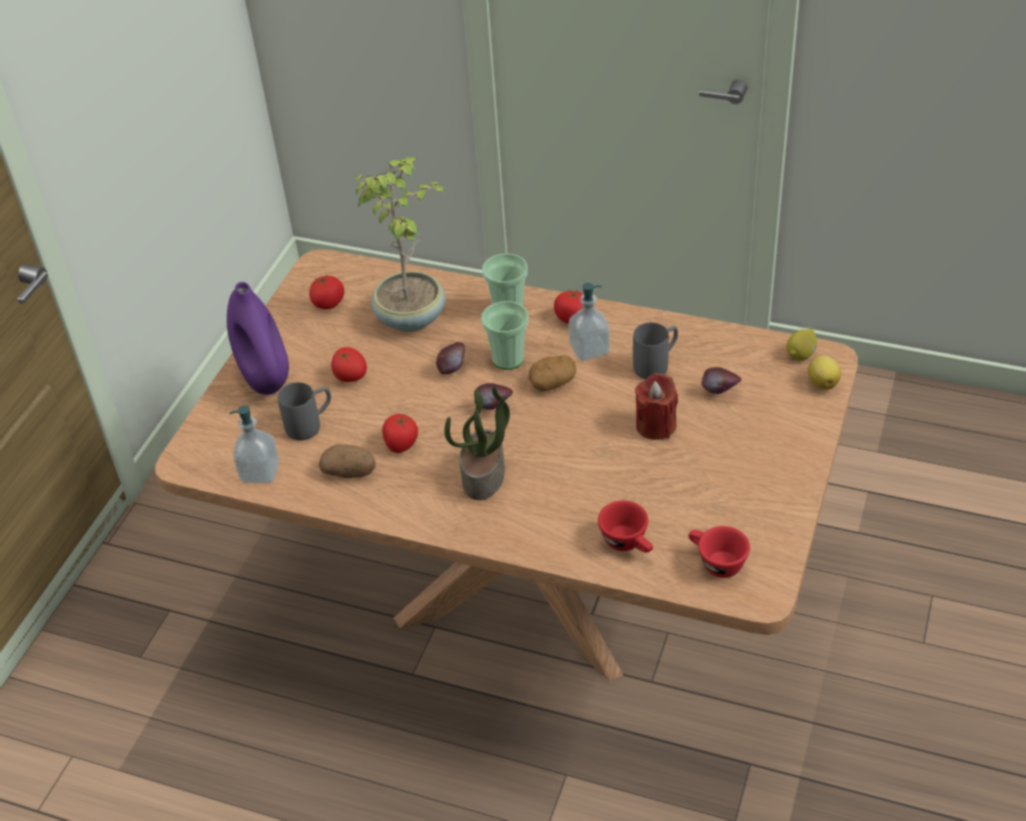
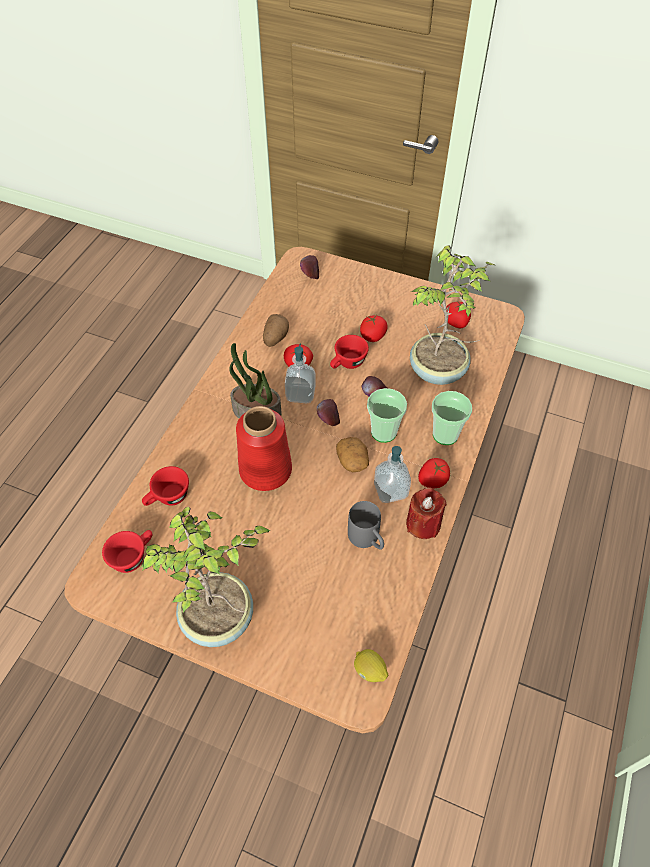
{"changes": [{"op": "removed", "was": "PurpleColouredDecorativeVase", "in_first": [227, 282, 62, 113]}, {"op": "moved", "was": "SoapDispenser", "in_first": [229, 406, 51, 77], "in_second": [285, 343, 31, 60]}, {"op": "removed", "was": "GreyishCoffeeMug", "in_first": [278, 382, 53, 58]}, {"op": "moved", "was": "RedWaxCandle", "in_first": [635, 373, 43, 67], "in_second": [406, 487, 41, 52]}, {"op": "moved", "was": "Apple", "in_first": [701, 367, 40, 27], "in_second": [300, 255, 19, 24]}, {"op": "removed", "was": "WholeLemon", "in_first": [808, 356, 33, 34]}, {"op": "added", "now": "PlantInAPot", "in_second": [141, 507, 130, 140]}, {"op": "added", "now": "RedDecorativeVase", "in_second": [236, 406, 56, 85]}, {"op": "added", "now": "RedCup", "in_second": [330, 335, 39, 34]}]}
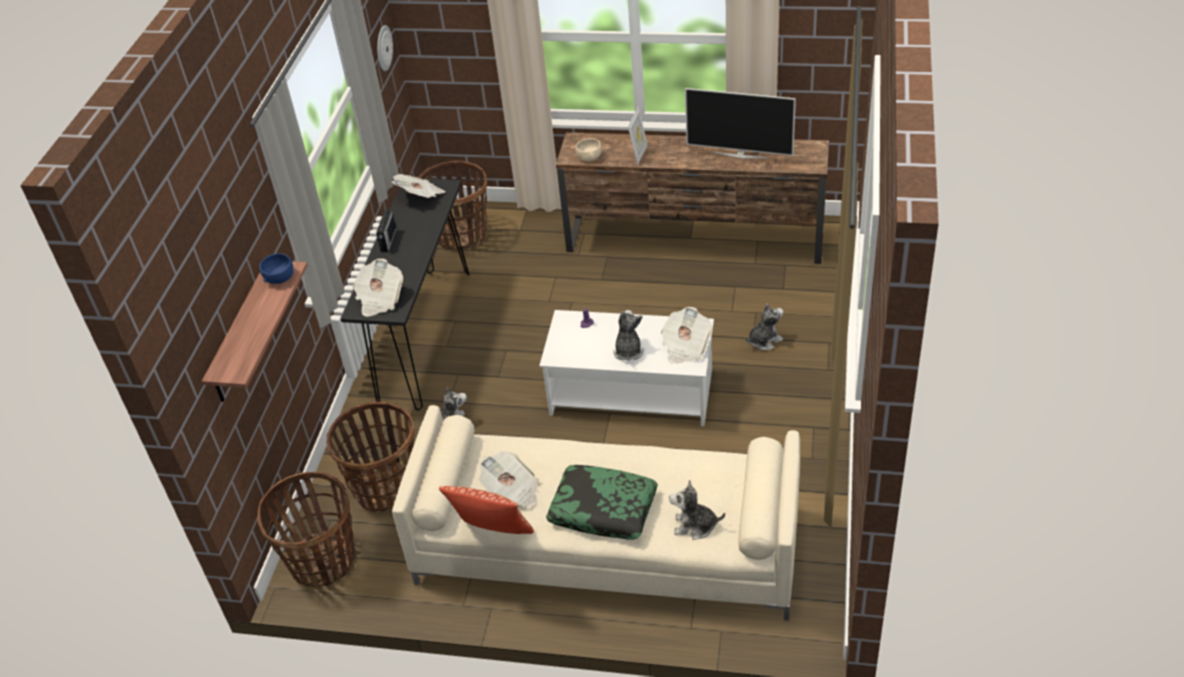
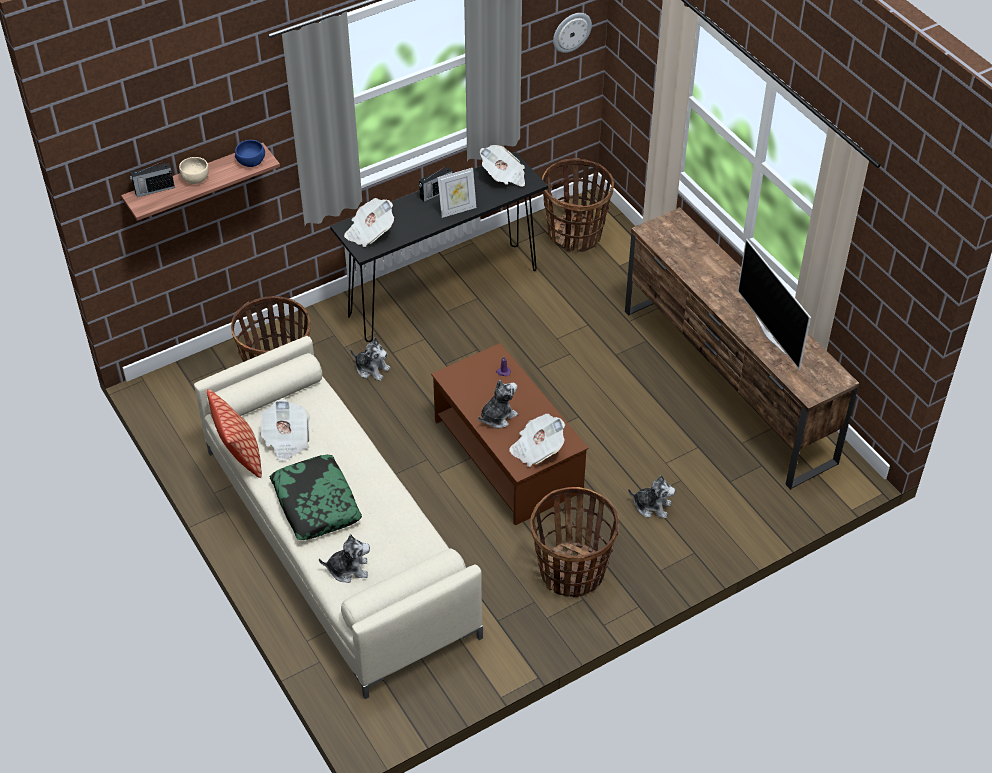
{"changes": [{"op": "moved", "was": "HouseholdBasket", "in_first": [257, 472, 98, 117], "in_second": [530, 487, 89, 110]}, {"op": "recoloured", "was": "WhitishLoungeTable", "now": "BrownishLoungeTable", "in_first": [539, 310, 175, 116], "in_second": [431, 343, 157, 182]}, {"op": "moved", "was": "SandColouredDeepDish", "in_first": [575, 138, 27, 24], "in_second": [179, 157, 30, 27]}, {"op": "moved", "was": "StandingFrame", "in_first": [628, 107, 20, 58], "in_second": [438, 168, 38, 50]}, {"op": "turned", "was": "SoftToy", "in_first": [669, 480, 56, 60], "in_second": [319, 534, 51, 49], "clockwise": 120}, {"op": "added", "now": "Radio", "in_second": [130, 161, 45, 36]}]}
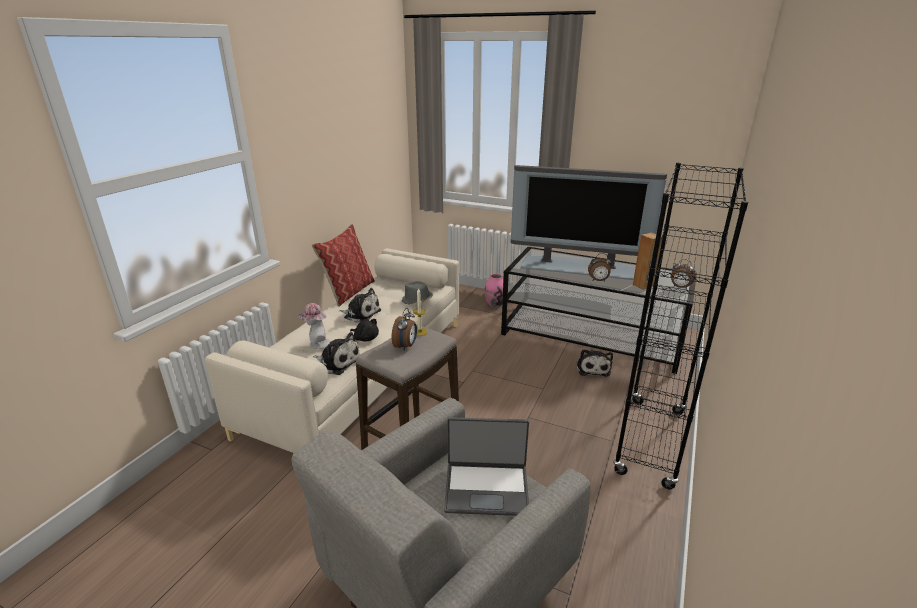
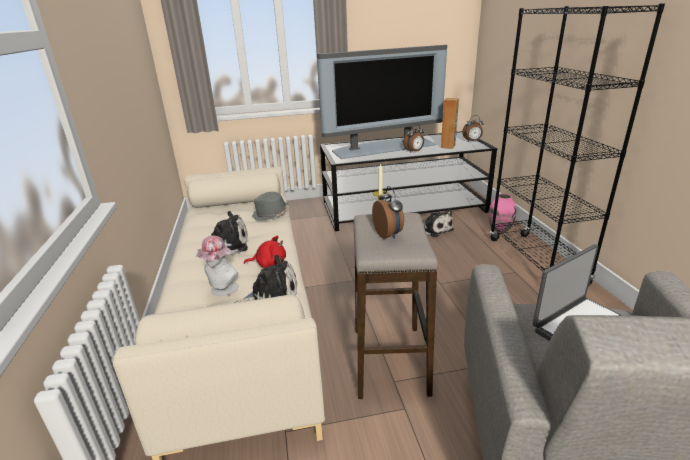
{"changes": [{"op": "removed", "was": "Cushion", "in_first": [312, 224, 63, 83]}, {"op": "recoloured", "was": "BlackSoftToy", "now": "RedSoftToy", "in_first": [350, 319, 29, 23], "in_second": [244, 235, 42, 33]}, {"op": "moved", "was": "PinkDecorativeVase", "in_first": [484, 274, 19, 34], "in_second": [488, 194, 28, 38]}]}
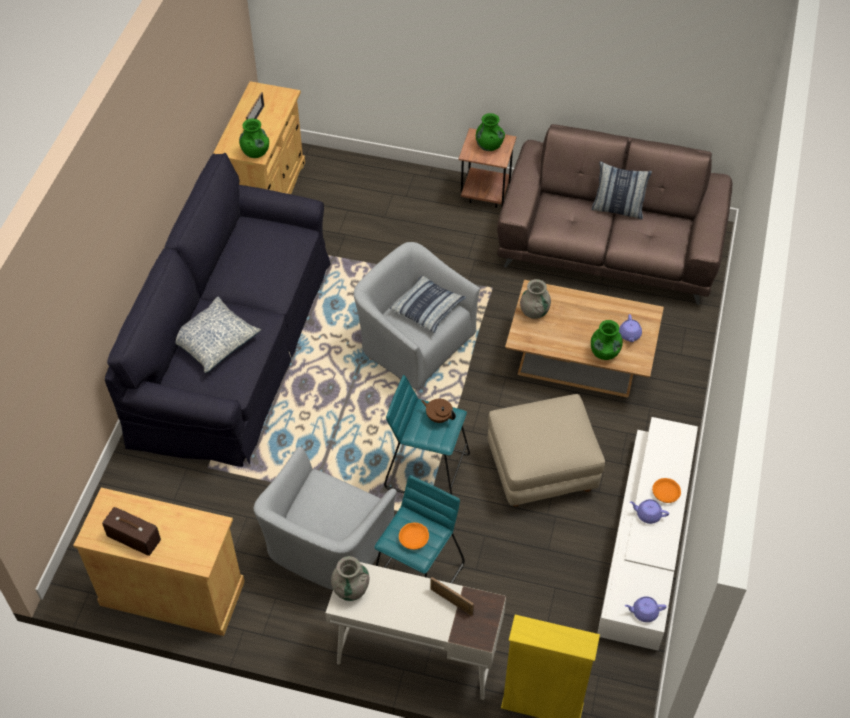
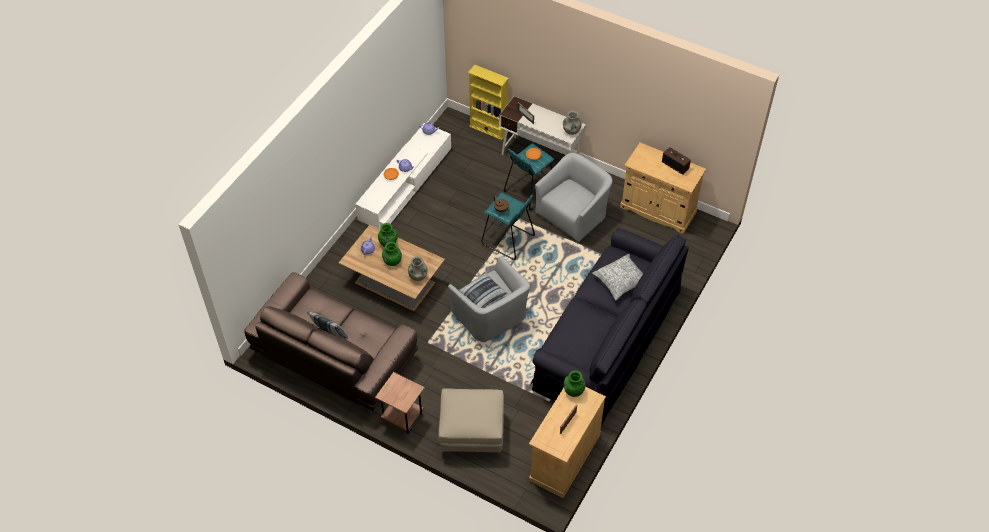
{"changes": [{"op": "moved", "was": "GreenDecorativeVase", "in_first": [476, 113, 29, 38], "in_second": [382, 242, 20, 24]}, {"op": "moved", "was": "SandColouredFootrest", "in_first": [488, 394, 117, 113], "in_second": [438, 389, 66, 64]}]}
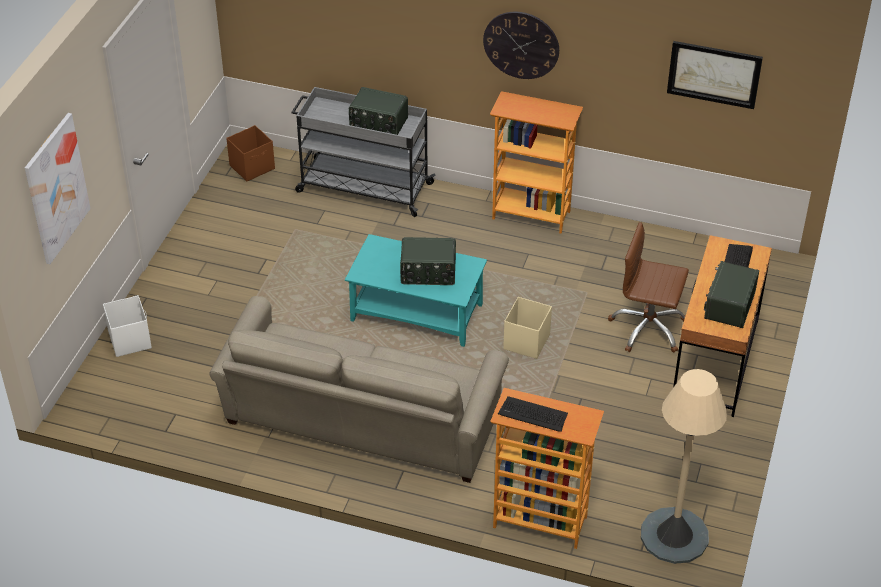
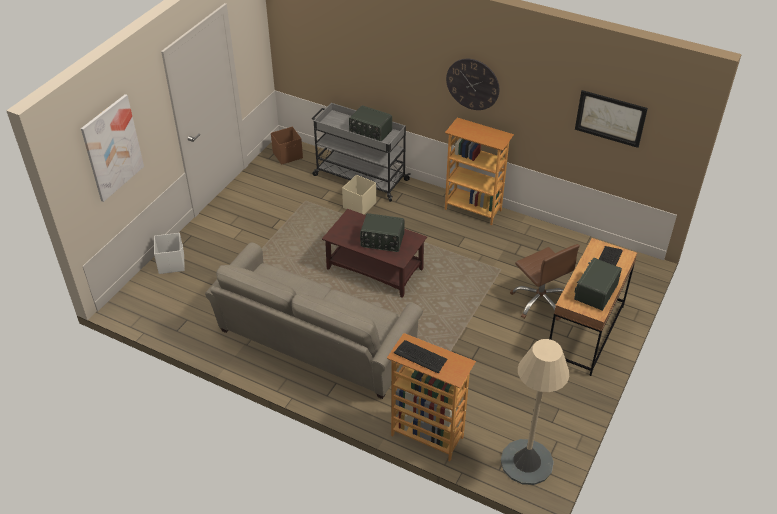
{"changes": [{"op": "recoloured", "was": "TurquoiseLoungeTable", "now": "BrownishLoungeTable", "in_first": [345, 234, 142, 113], "in_second": [322, 209, 105, 89]}, {"op": "moved", "was": "SandColouredStorageBox", "in_first": [503, 297, 49, 62], "in_second": [342, 175, 34, 39]}, {"op": "turned", "was": "BrownishDeskChair", "in_first": [608, 222, 81, 131], "in_second": [510, 244, 70, 77], "clockwise": -150}]}
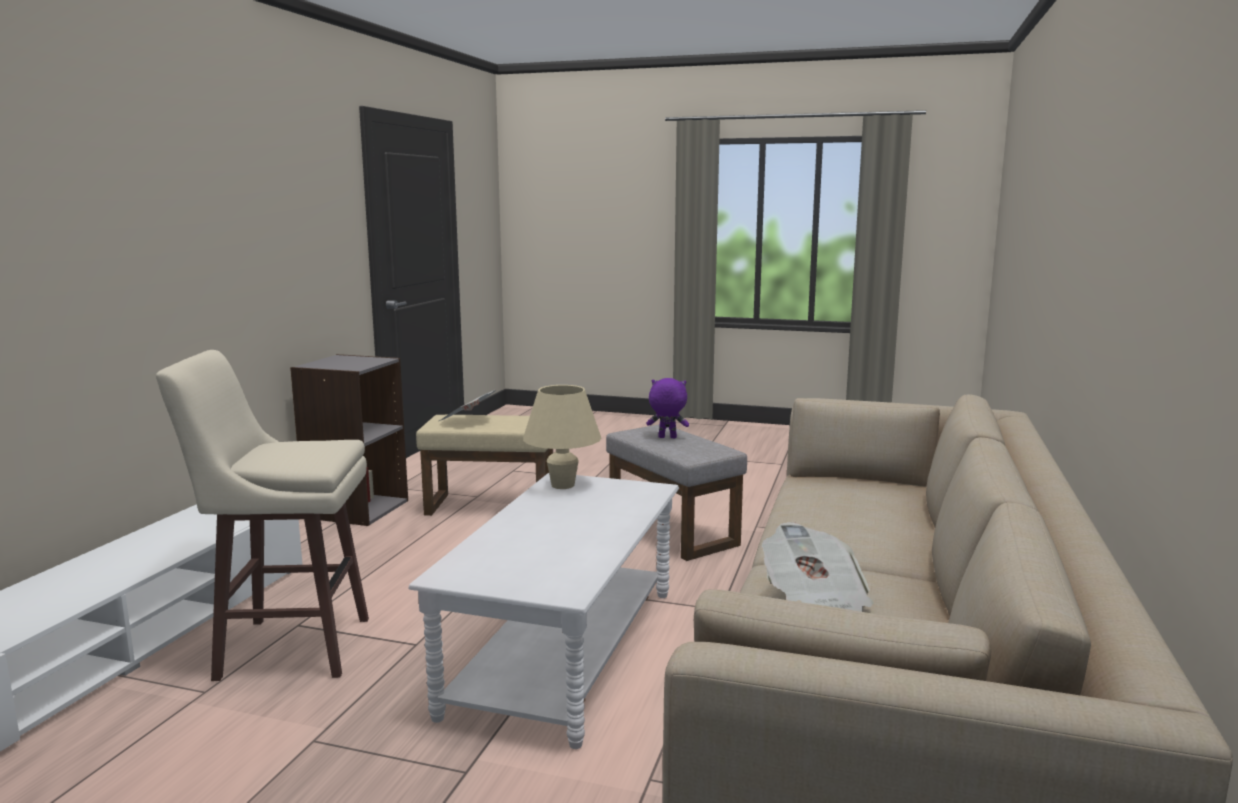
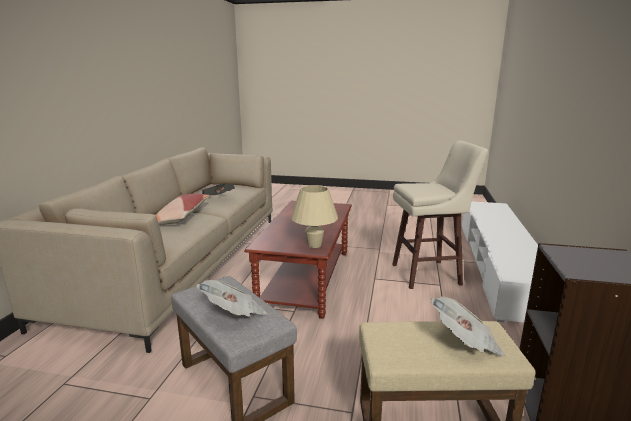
{"changes": [{"op": "recoloured", "was": "WhitishLoungeTable", "now": "BrownishLoungeTable", "in_first": [408, 473, 271, 276], "in_second": [244, 201, 108, 118]}, {"op": "replaced", "was": "PurpleColouredSoftToy", "now": "DailyPaper", "in_first": [646, 378, 43, 60], "in_second": [196, 280, 71, 37]}, {"op": "added", "now": "Cushion", "in_second": [156, 194, 54, 31]}]}
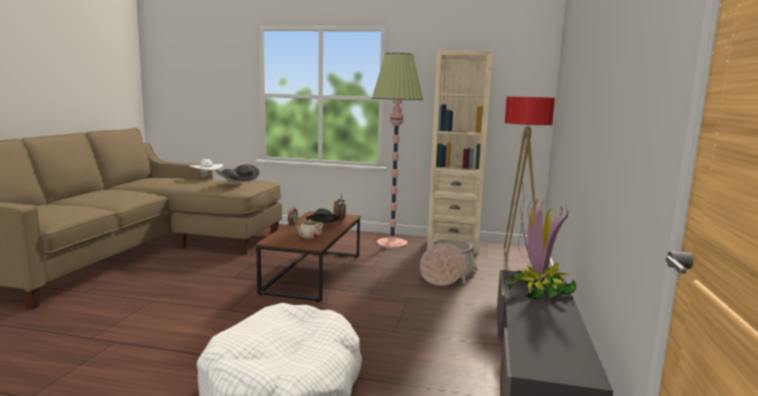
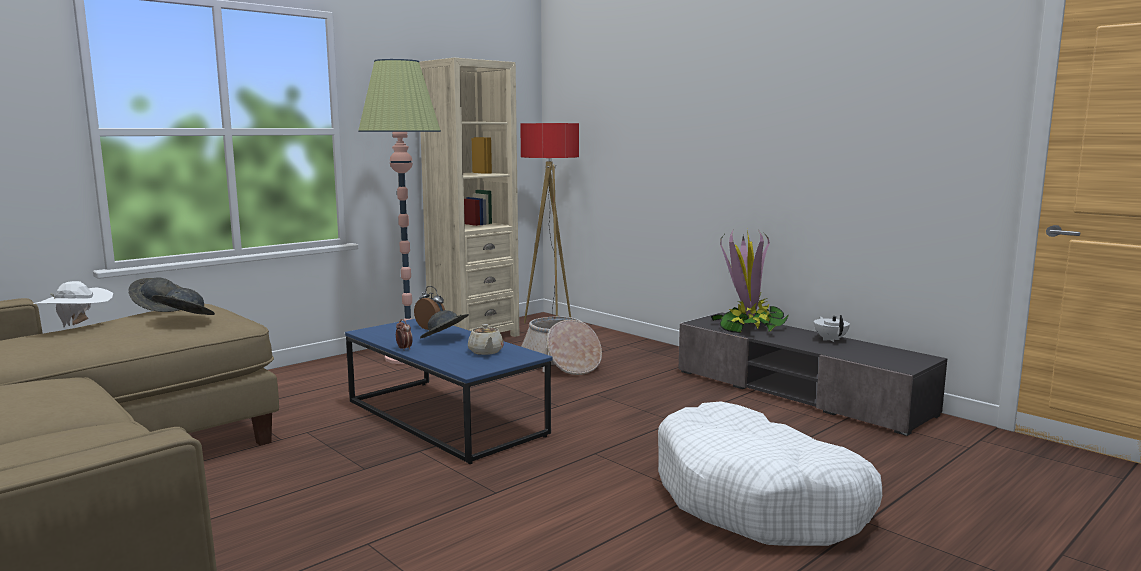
{"changes": [{"op": "recoloured", "was": "BrownishLoungeTable", "now": "BlueColouredLoungeTable", "in_first": [256, 211, 105, 92], "in_second": [345, 319, 208, 145]}, {"op": "added", "now": "WhitishPotForTea", "in_second": [814, 315, 36, 27]}]}
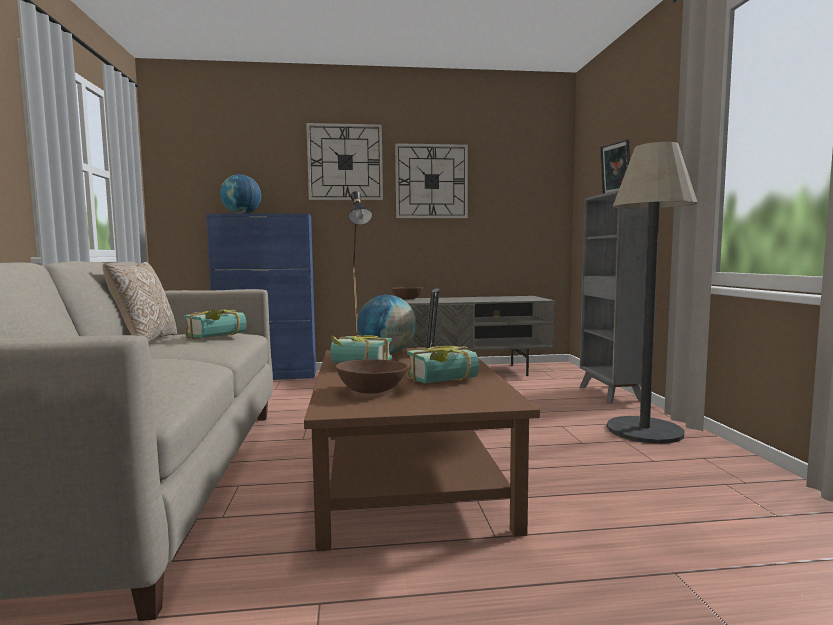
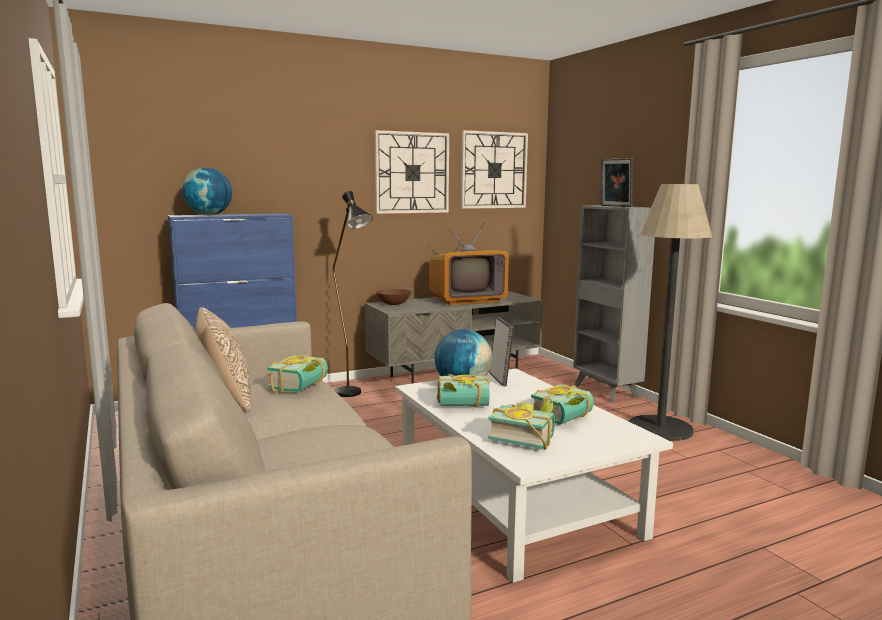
{"changes": [{"op": "recoloured", "was": "BrownishLoungeTable", "now": "WhitishLoungeTable", "in_first": [304, 346, 236, 205], "in_second": [395, 369, 278, 214]}, {"op": "moved", "was": "HangingClock", "in_first": [306, 123, 77, 77], "in_second": [461, 130, 67, 79]}, {"op": "replaced", "was": "BrownishDeepDish", "now": "BoundBook", "in_first": [335, 359, 73, 35], "in_second": [488, 398, 67, 52]}, {"op": "added", "now": "TvSet", "in_second": [429, 222, 80, 83]}]}
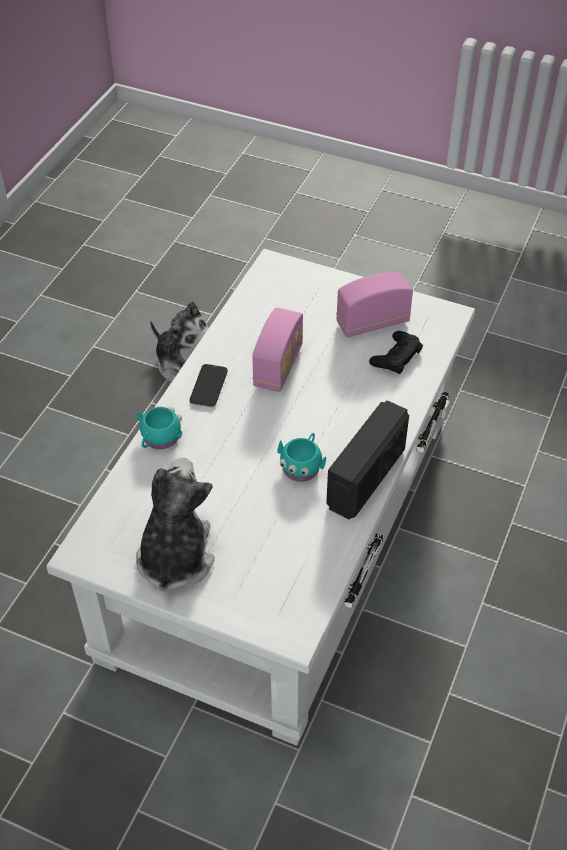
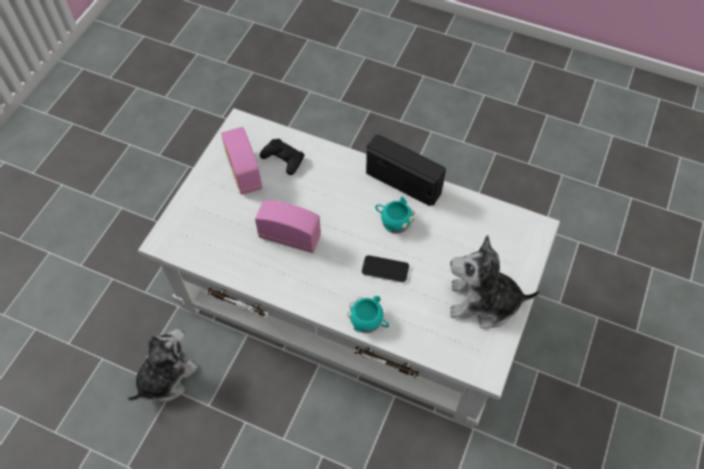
{"changes": [{"op": "moved", "was": "Handset", "in_first": [189, 364, 39, 43], "in_second": [362, 255, 47, 27]}]}
